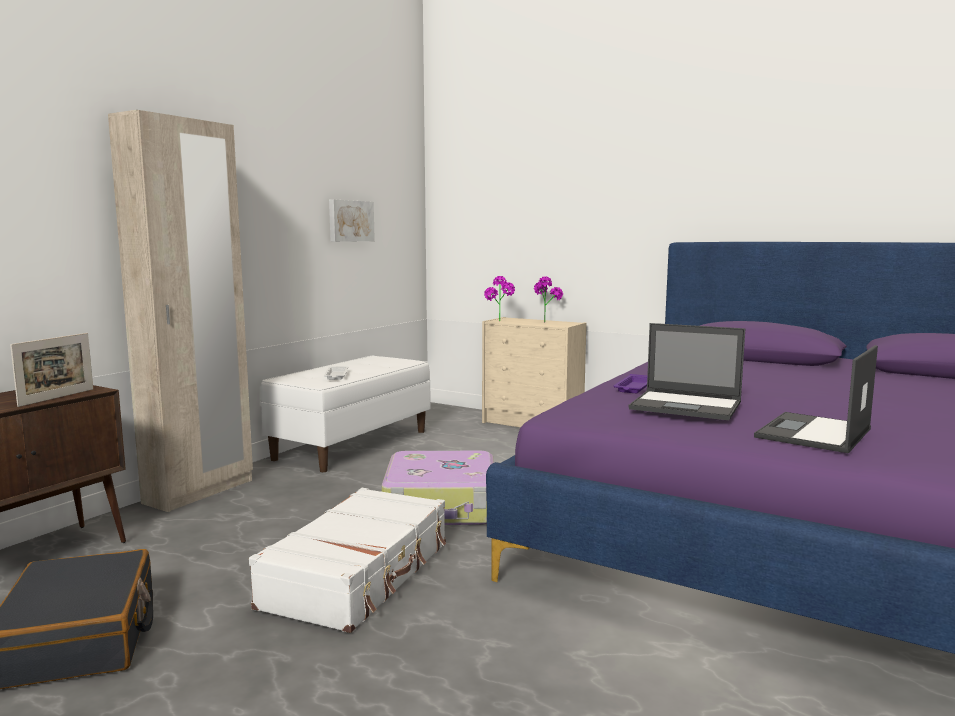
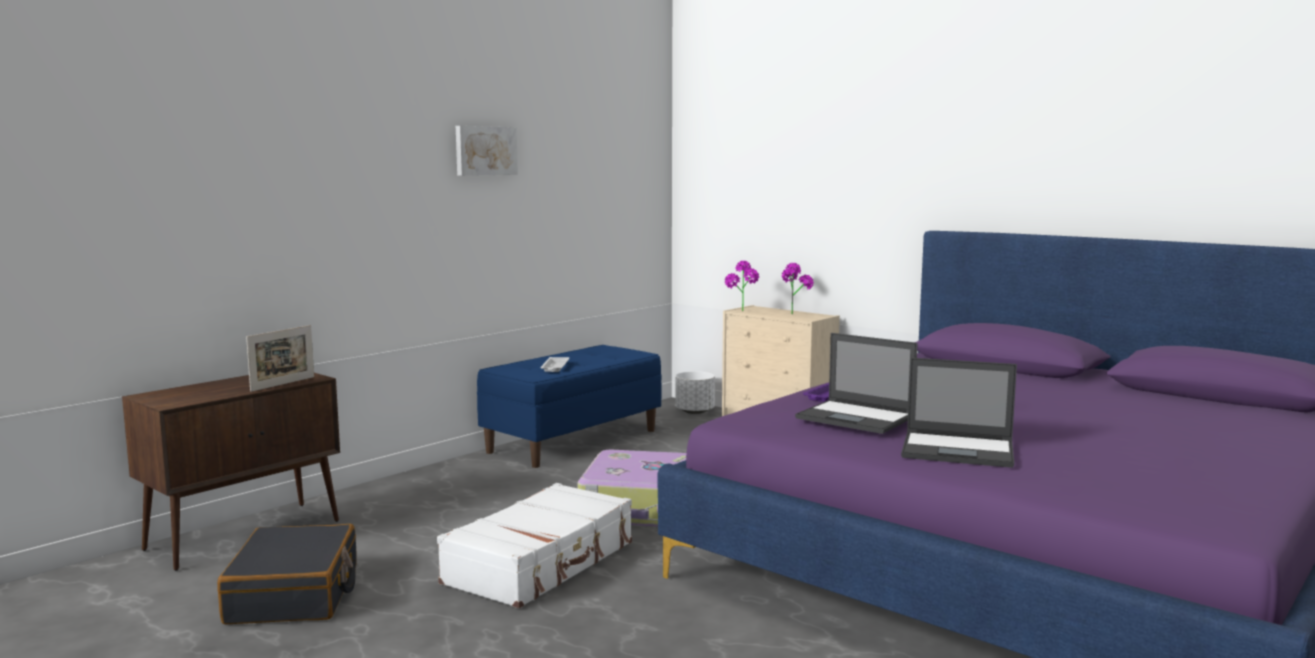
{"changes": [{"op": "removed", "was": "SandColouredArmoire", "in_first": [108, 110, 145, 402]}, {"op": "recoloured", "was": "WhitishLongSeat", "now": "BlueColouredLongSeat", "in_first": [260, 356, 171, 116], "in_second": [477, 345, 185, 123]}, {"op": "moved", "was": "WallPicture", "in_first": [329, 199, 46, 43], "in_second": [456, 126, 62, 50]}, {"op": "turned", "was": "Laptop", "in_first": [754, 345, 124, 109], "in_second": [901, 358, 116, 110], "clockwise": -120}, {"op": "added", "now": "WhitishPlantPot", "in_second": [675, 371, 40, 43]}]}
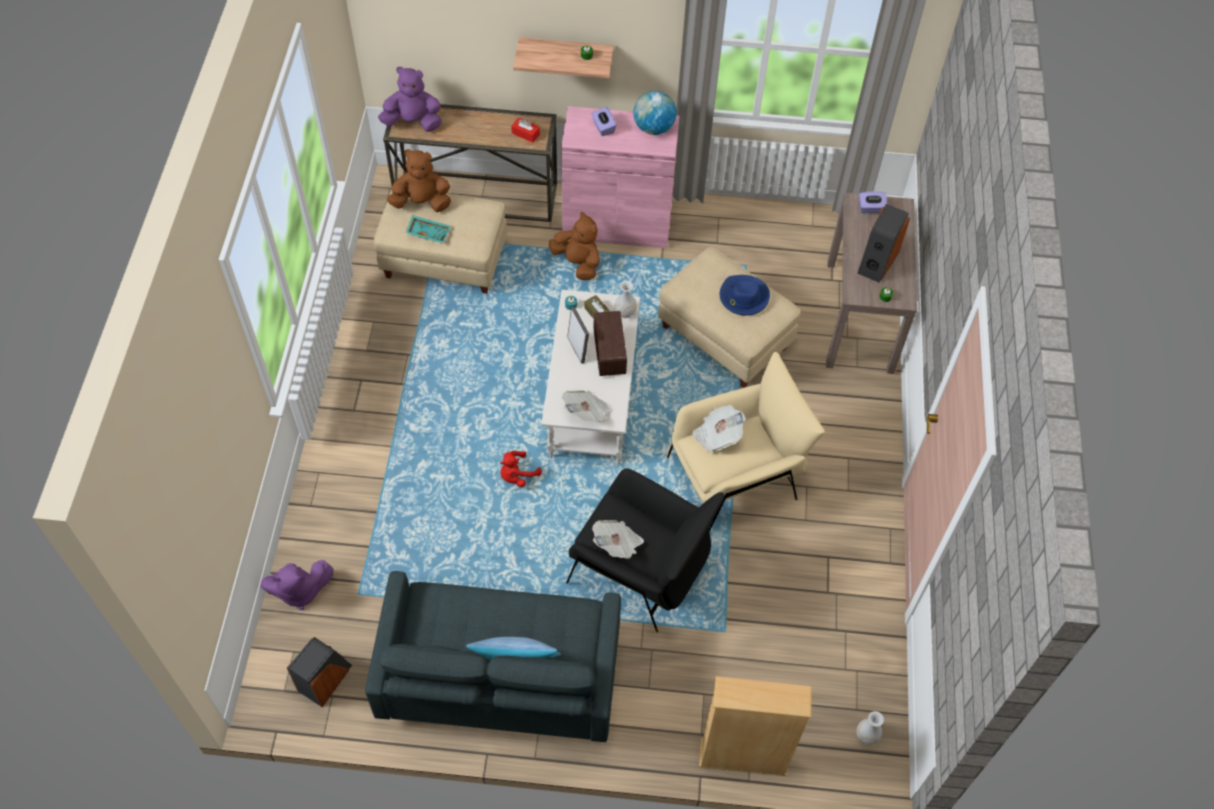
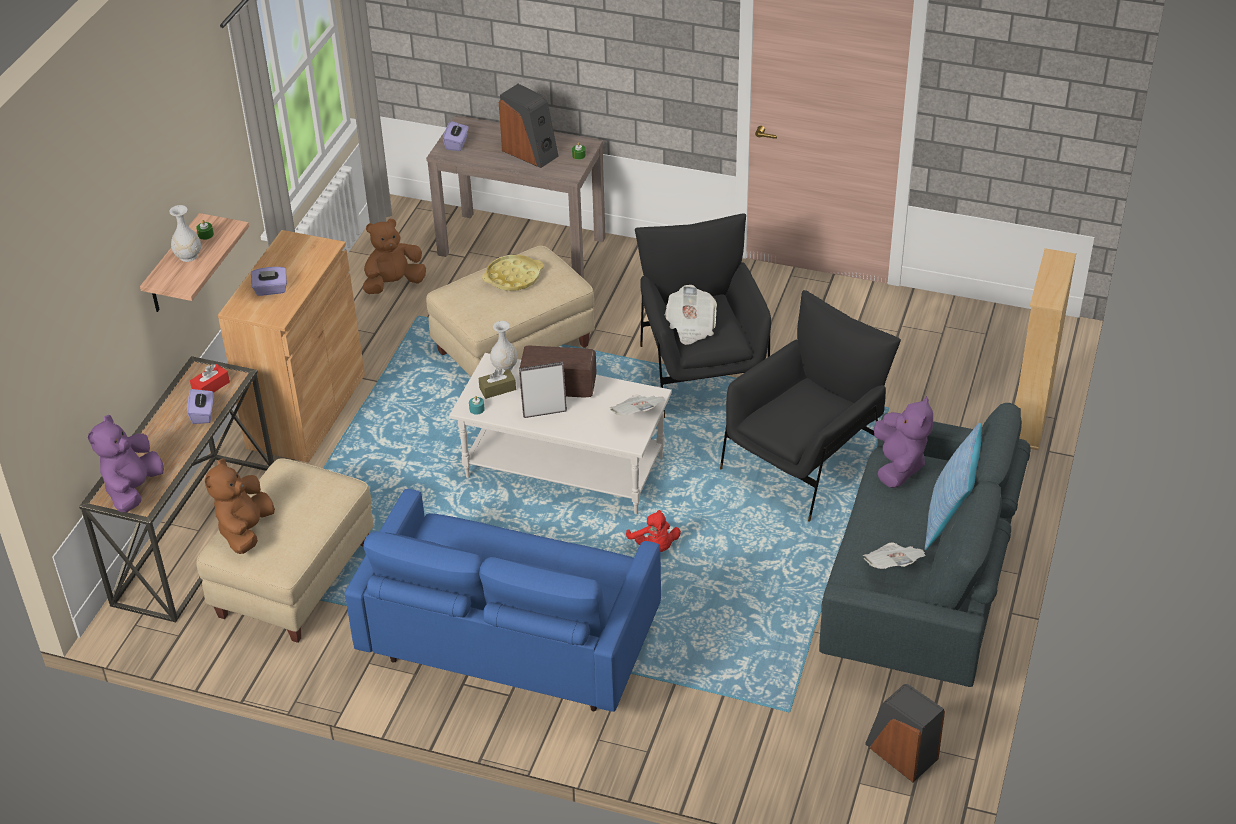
{"changes": [{"op": "moved", "was": "PurpleColouredSoftToy", "in_first": [260, 560, 74, 50], "in_second": [874, 396, 59, 92]}, {"op": "removed", "was": "TurquoiseCarryingTray", "in_first": [406, 215, 44, 29]}, {"op": "moved", "was": "BrownishSoftToy", "in_first": [549, 212, 51, 68], "in_second": [362, 219, 64, 75]}, {"op": "recoloured", "was": "PinkCupboard", "now": "BrownishCupboard", "in_first": [561, 106, 118, 142], "in_second": [218, 230, 147, 233]}, {"op": "moved", "was": "DailyPaper", "in_first": [592, 520, 52, 39], "in_second": [863, 542, 62, 27]}, {"op": "removed", "was": "DeskGlobe", "in_first": [634, 91, 43, 44]}, {"op": "recoloured", "was": "SandColouredLoungeChair", "now": "BlackLoungeChair", "in_first": [667, 352, 158, 180], "in_second": [635, 213, 136, 205]}, {"op": "replaced", "was": "BlueColouredWearableHat", "now": "YellowCarryingTray", "in_first": [720, 275, 50, 41], "in_second": [482, 255, 62, 36]}, {"op": "moved", "was": "WhitishDecorativeVase", "in_first": [856, 711, 28, 34], "in_second": [169, 205, 32, 57]}, {"op": "added", "now": "PurpleColouredTissueBox", "in_second": [187, 388, 26, 36]}, {"op": "added", "now": "BlueColouredCouch", "in_second": [345, 489, 316, 223]}]}
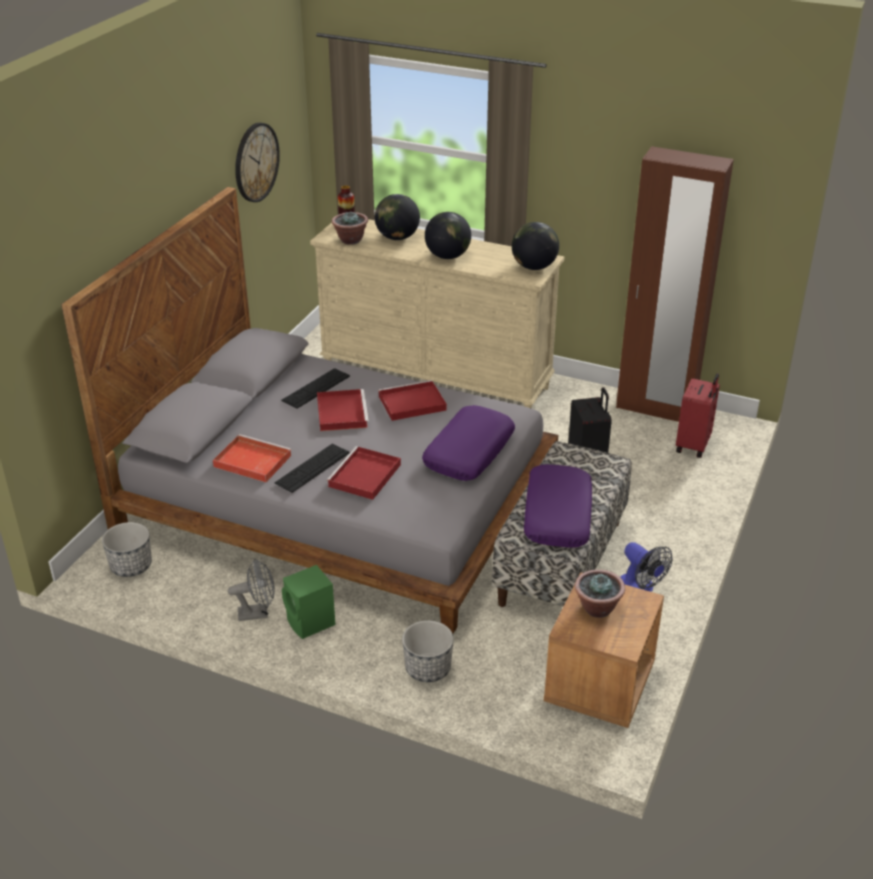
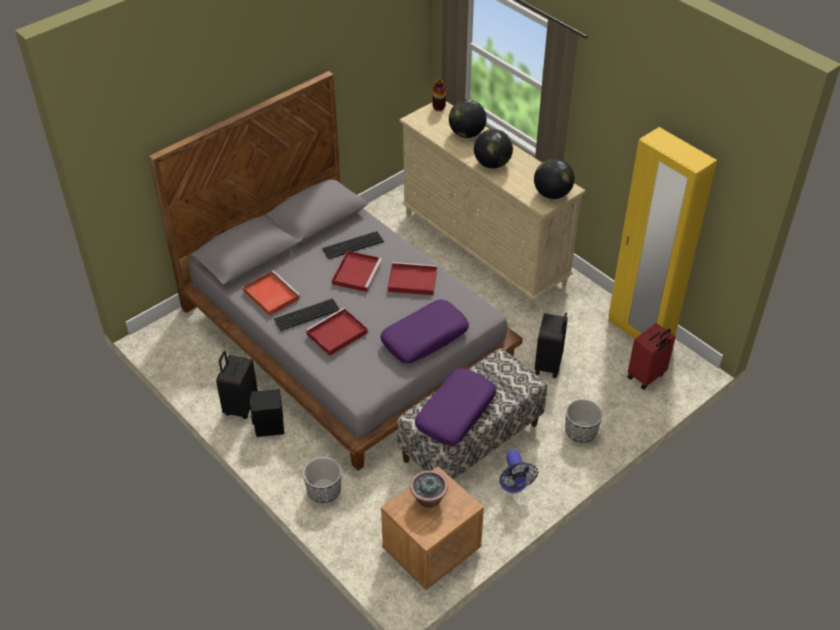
{"changes": [{"op": "moved", "was": "PlantPot", "in_first": [102, 522, 50, 55], "in_second": [565, 399, 38, 44]}, {"op": "replaced", "was": "GreyishFan", "now": "BlackPieceOfLuggage", "in_first": [228, 559, 47, 62], "in_second": [216, 351, 42, 68]}, {"op": "removed", "was": "HangingClock", "in_first": [235, 123, 45, 79]}, {"op": "recoloured", "was": "GreenSpeaker", "now": "BlackSpeaker", "in_first": [282, 565, 54, 74], "in_second": [250, 389, 34, 48]}, {"op": "removed", "was": "PlantInAPot", "in_first": [332, 211, 36, 34]}, {"op": "recoloured", "was": "BrownishArmoire", "now": "YellowArmoire", "in_first": [616, 146, 118, 276], "in_second": [608, 127, 109, 212]}]}
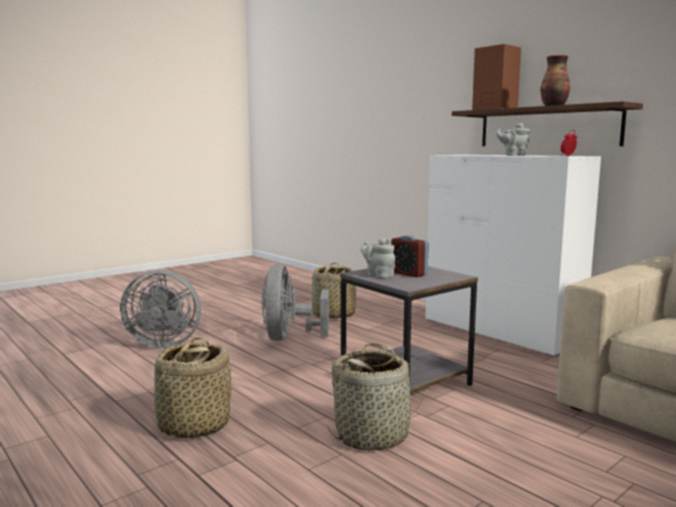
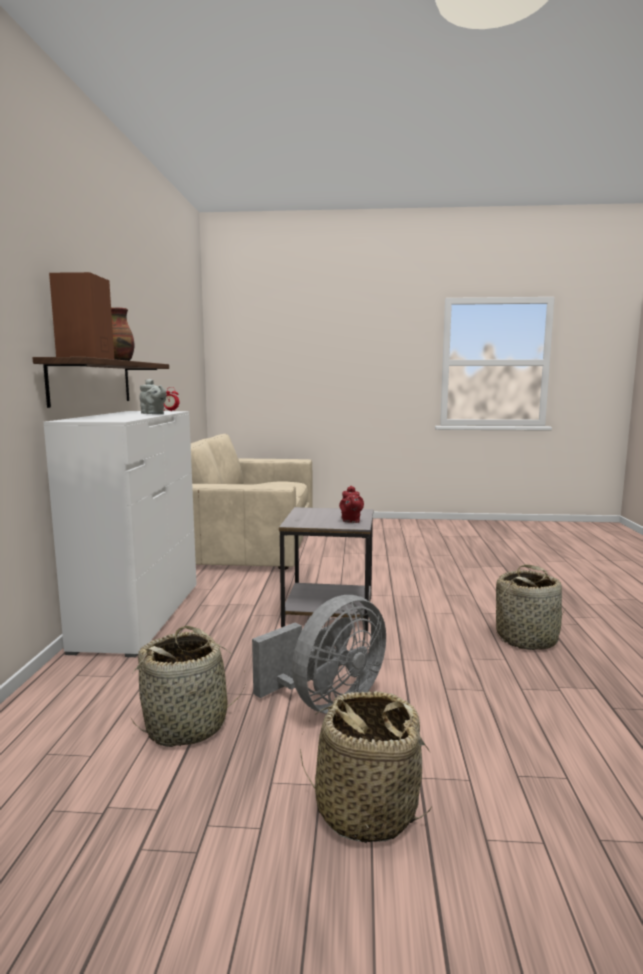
{"changes": [{"op": "removed", "was": "GreyishFan", "in_first": [120, 270, 81, 78]}, {"op": "moved", "was": "HouseholdBasket", "in_first": [327, 343, 97, 108], "in_second": [300, 691, 132, 152]}, {"op": "recoloured", "was": "GreyishPotForTea", "now": "RedPotForTea", "in_first": [361, 238, 34, 40], "in_second": [339, 486, 25, 37]}, {"op": "removed", "was": "TableClock", "in_first": [391, 235, 38, 42]}]}
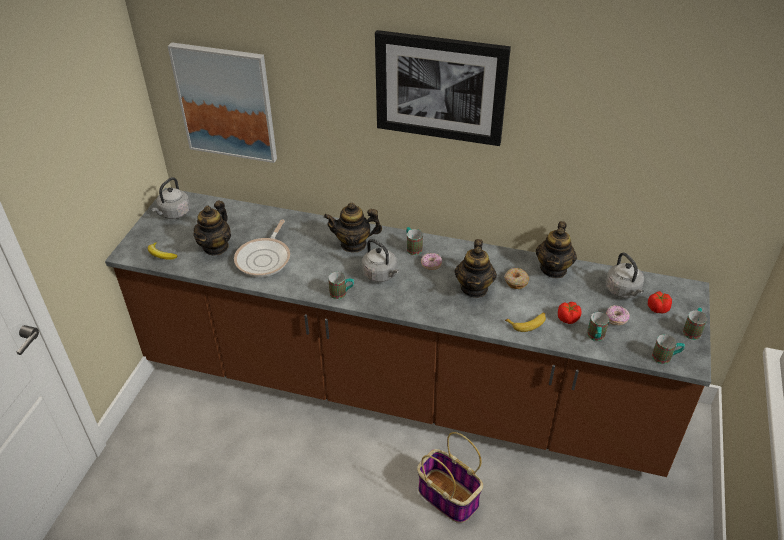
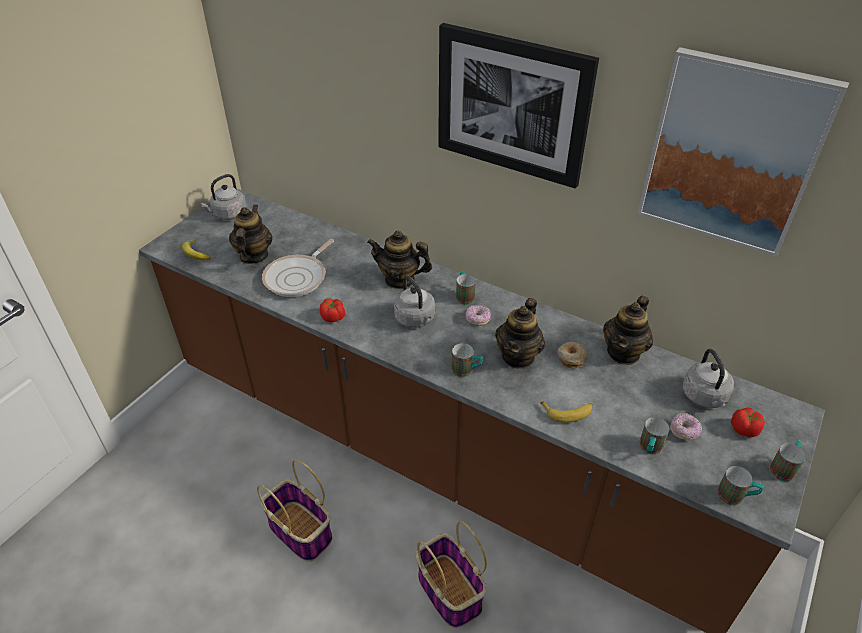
{"changes": [{"op": "moved", "was": "WallPicture", "in_first": [168, 42, 109, 121], "in_second": [637, 47, 212, 210]}, {"op": "turned", "was": "PotForTea", "in_first": [193, 201, 38, 55], "in_second": [229, 204, 43, 60], "clockwise": 150}, {"op": "moved", "was": "CoffeeMug", "in_first": [328, 272, 26, 27], "in_second": [452, 343, 31, 34]}, {"op": "moved", "was": "Tomato", "in_first": [558, 302, 24, 22], "in_second": [320, 298, 25, 25]}, {"op": "added", "now": "HouseholdBasket", "in_second": [257, 459, 75, 103]}]}
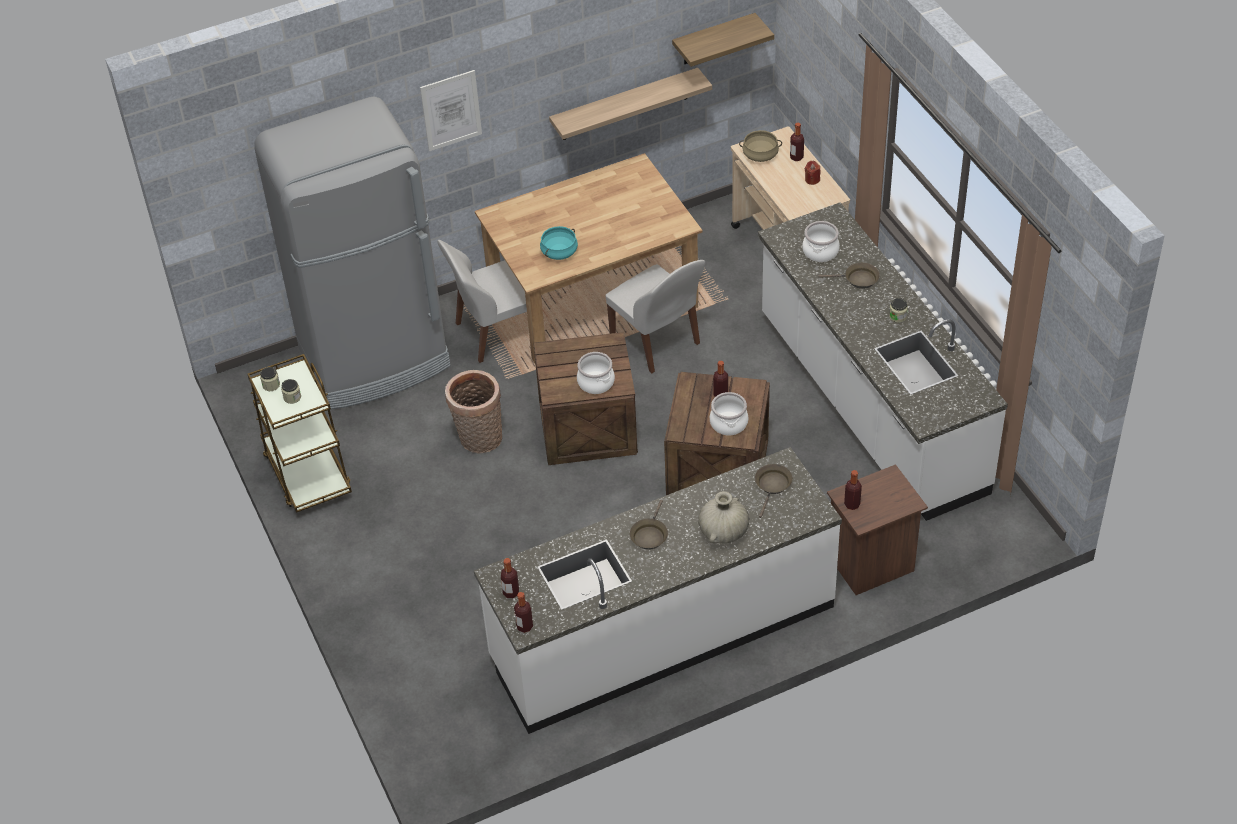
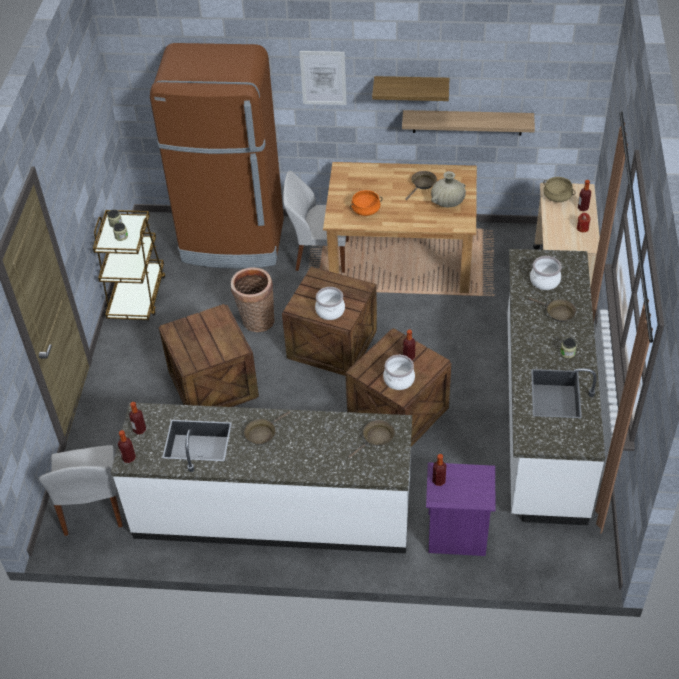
{"changes": [{"op": "recoloured", "was": "GreyishKitchenFridge", "now": "BrownishKitchenFridge", "in_first": [255, 97, 196, 312], "in_second": [150, 43, 134, 226]}, {"op": "recoloured", "was": "TurquoiseCookingPot", "now": "OrangeyCookingPot", "in_first": [540, 226, 38, 34], "in_second": [350, 190, 33, 26]}, {"op": "moved", "was": "WhitishPlainChair", "in_first": [605, 260, 100, 113], "in_second": [39, 445, 84, 91]}, {"op": "moved", "was": "BracketShelf", "in_first": [672, 13, 102, 54], "in_second": [372, 76, 77, 25]}, {"op": "moved", "was": "SandColouredDecorativeVase", "in_first": [698, 491, 51, 53], "in_second": [431, 171, 35, 36]}, {"op": "recoloured", "was": "BrownishNightTable", "now": "PurpleColouredNightTable", "in_first": [827, 464, 101, 131], "in_second": [426, 462, 70, 94]}, {"op": "added", "now": "ShippingCrate", "in_second": [159, 304, 100, 103]}, {"op": "added", "now": "BrownishPan", "in_second": [406, 171, 31, 29]}]}
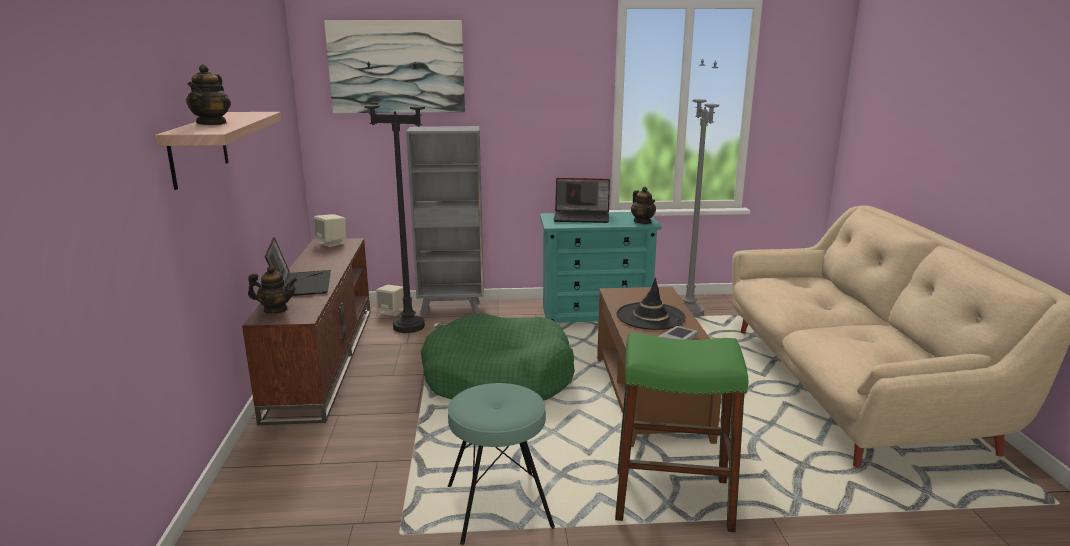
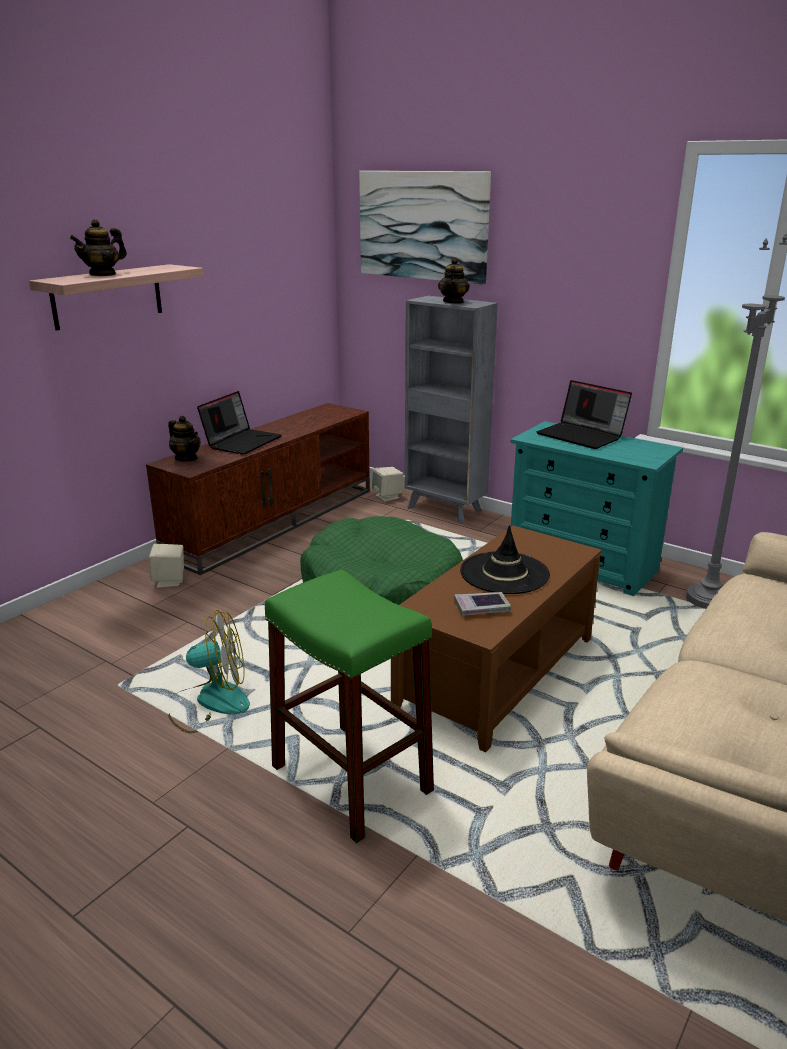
{"changes": [{"op": "moved", "was": "SandColouredSpeaker", "in_first": [314, 214, 32, 33], "in_second": [149, 544, 35, 44]}, {"op": "removed", "was": "BlackFloorLamp", "in_first": [365, 61, 60, 272]}, {"op": "replaced", "was": "TurquoiseStoolSeat", "now": "Fan", "in_first": [448, 383, 107, 162], "in_second": [168, 610, 82, 123]}, {"op": "moved", "was": "PotForTea", "in_first": [631, 187, 25, 37], "in_second": [438, 258, 32, 46]}]}
